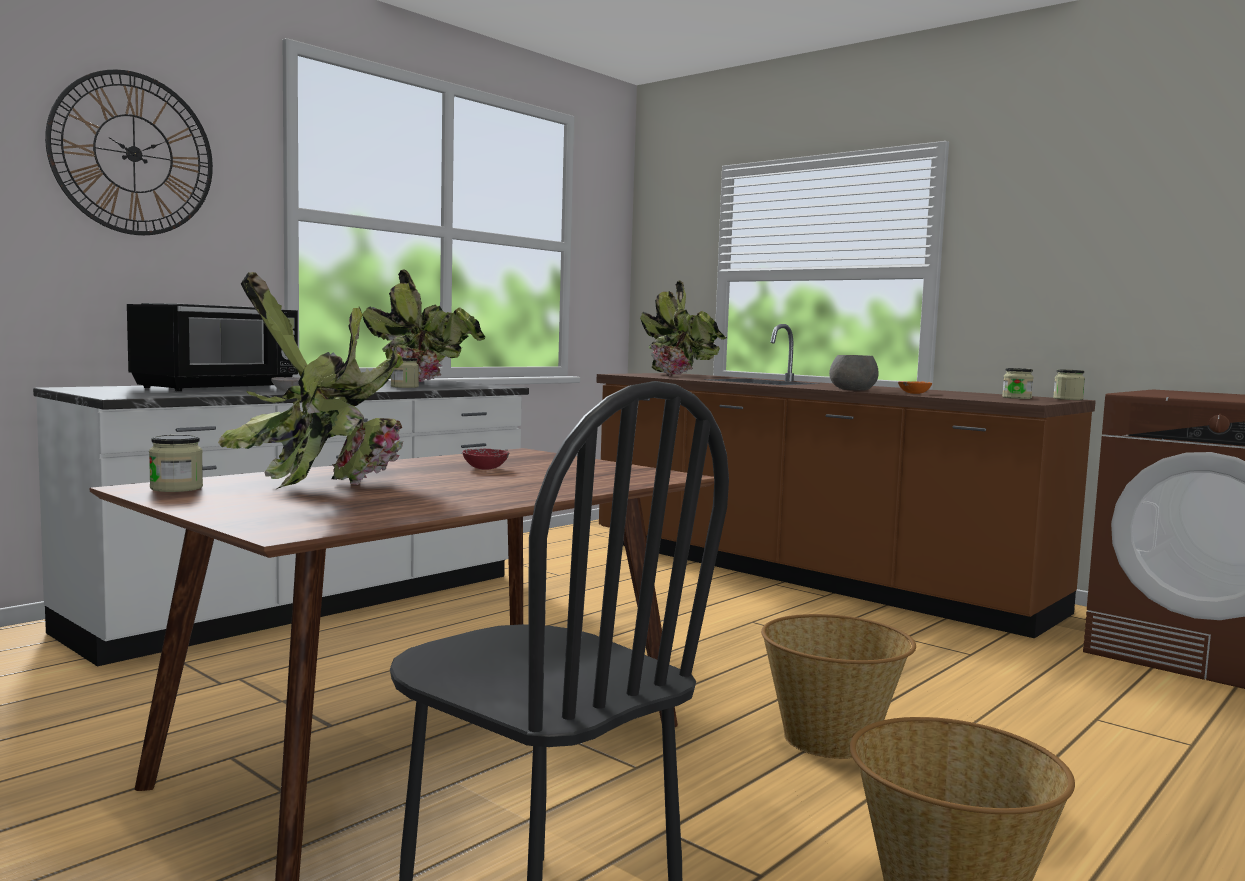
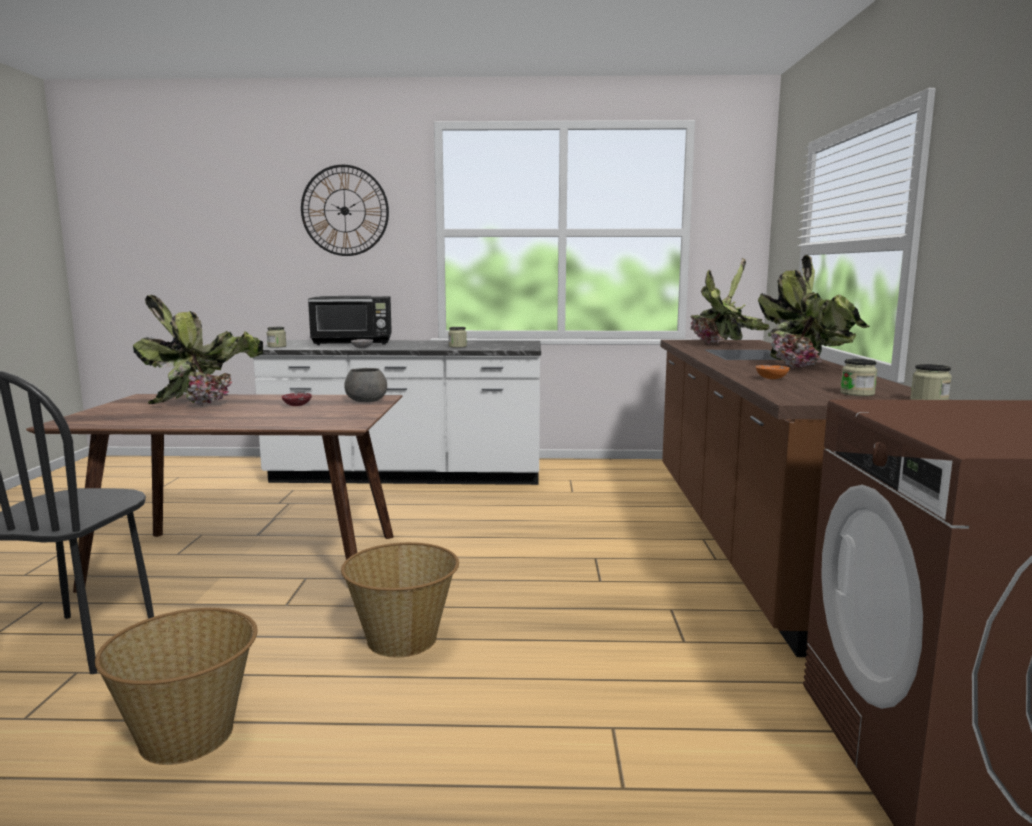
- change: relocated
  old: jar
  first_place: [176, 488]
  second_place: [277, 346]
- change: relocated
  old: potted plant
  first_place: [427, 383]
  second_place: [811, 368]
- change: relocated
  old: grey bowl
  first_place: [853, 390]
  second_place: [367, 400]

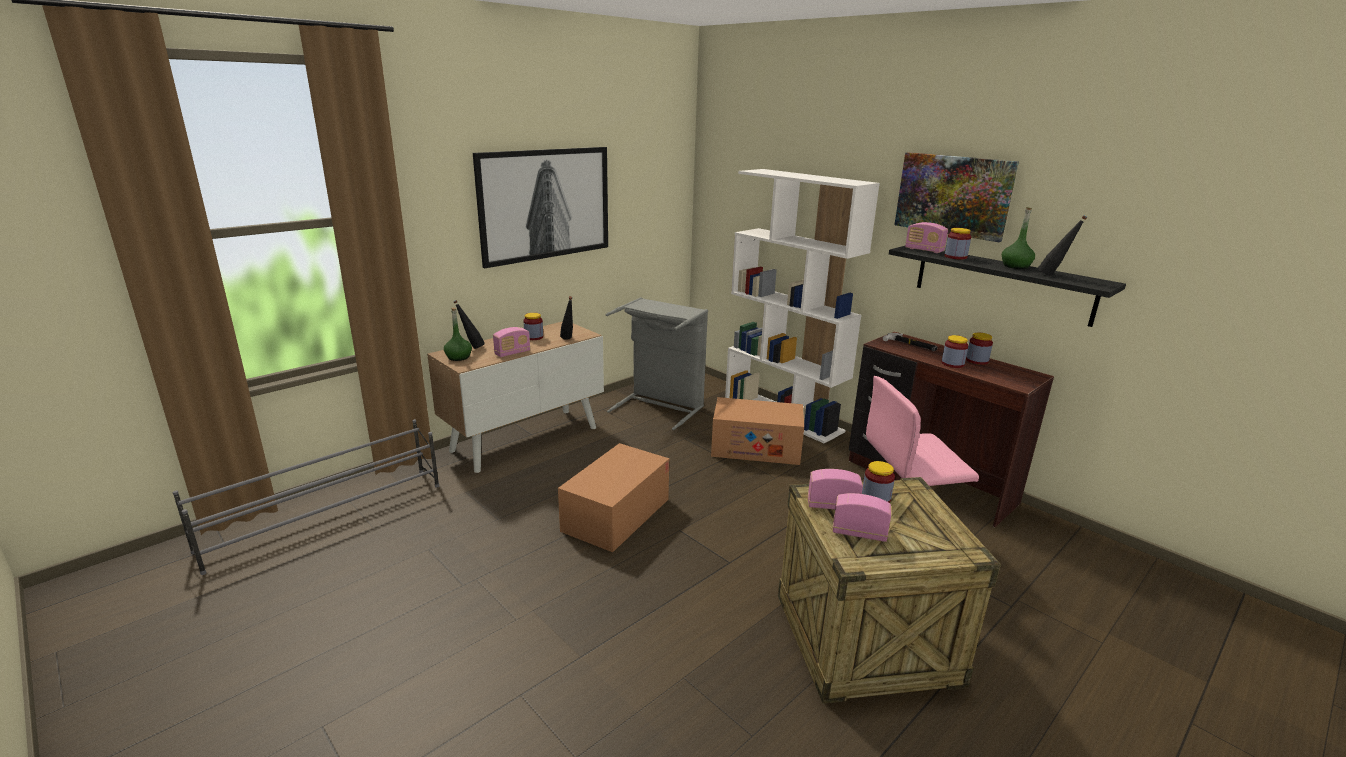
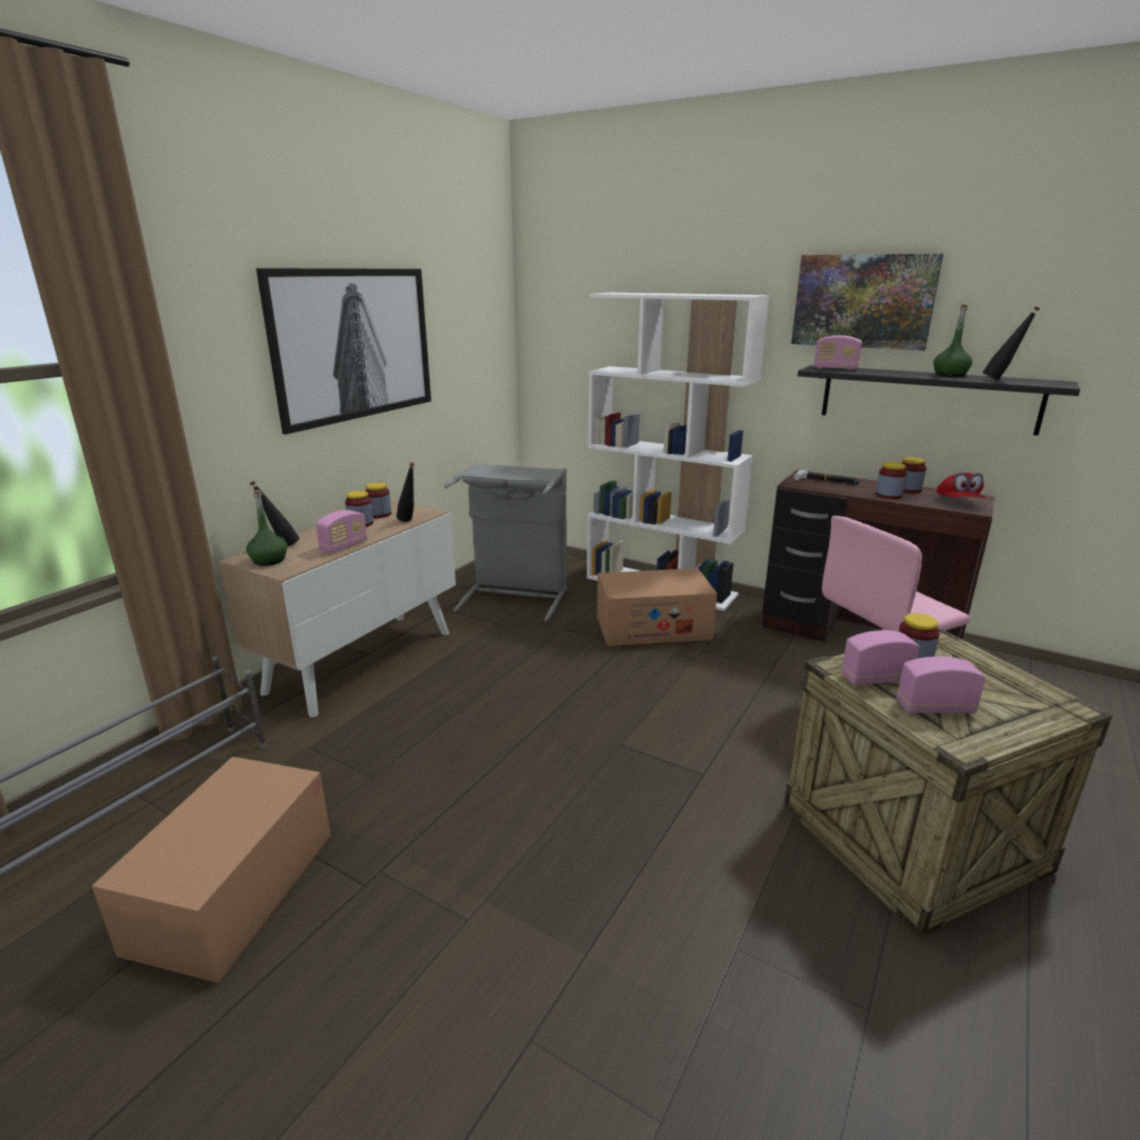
- change: appeared
  new: red cap
  second_place: [958, 502]
- change: relocated
  old: cardboard box
  first_place: [616, 514]
  second_place: [234, 890]
- change: relocated
  old: jar
  first_place: [955, 257]
  second_place: [379, 514]

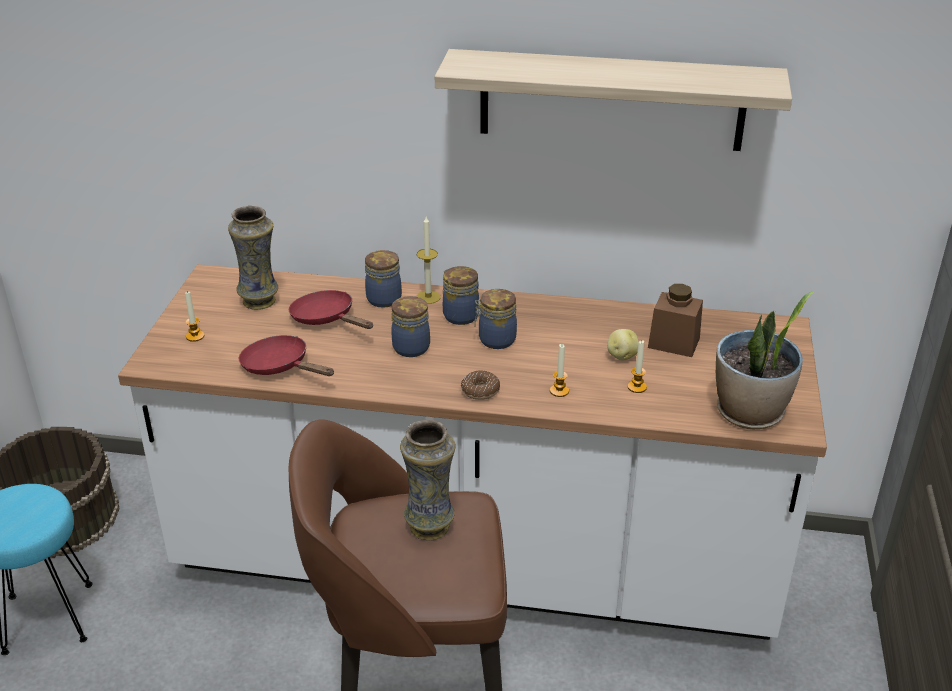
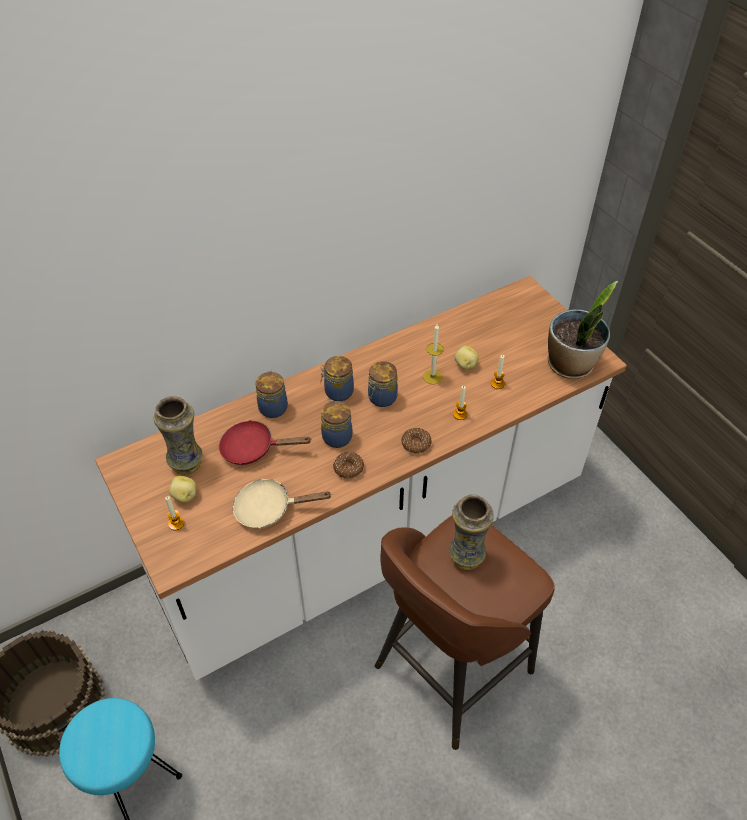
- change: missing
  old: shelf
  first_place: [611, 100]
- change: missing
  old: brown jar
  first_place: [673, 343]
- change: appeared
  new: potato
  second_place: [184, 496]
- change: appeared
  new: donut
  second_place: [348, 468]
- change: relocated
  old: candle
  first_place: [428, 297]
  second_place: [432, 377]
- change: colour
  old: red frying pan
  new: beige frying pan
  first_place: [280, 367]
  second_place: [269, 509]

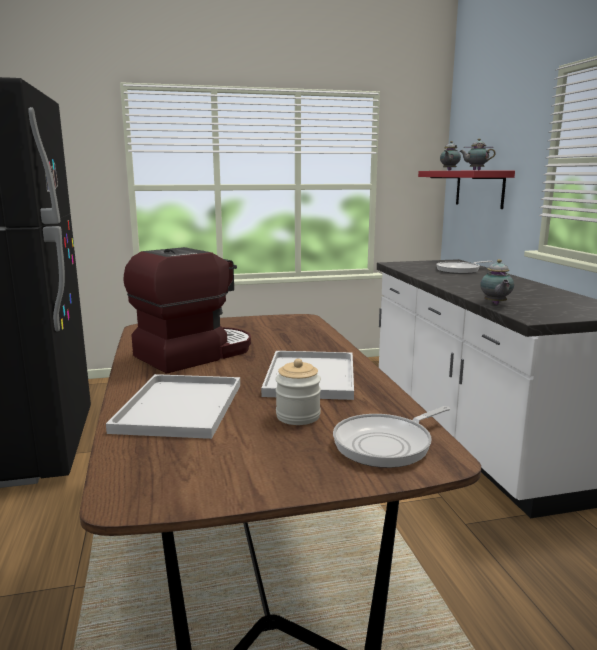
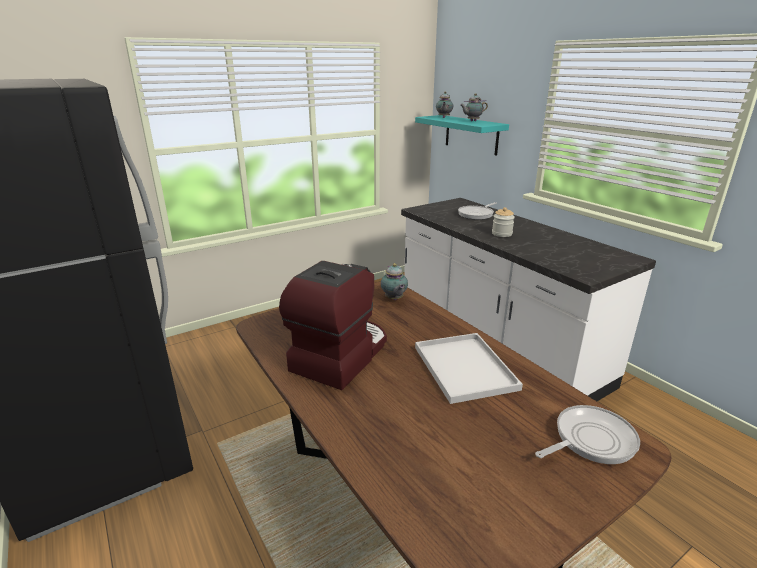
- change: missing
  old: white tray
  first_place: [179, 406]
- change: relocated
  old: jar
  first_place: [298, 416]
  second_place: [502, 234]
- change: relocated
  old: teapot
  first_place: [495, 304]
  second_place: [394, 299]
- change: colour
  old: red shelf
  new: turquoise shelf
  first_place: [479, 188]
  second_place: [471, 134]
- change: spun
  old: frying pan
  first_place: [387, 444]
  second_place: [590, 440]
  degrees: -150

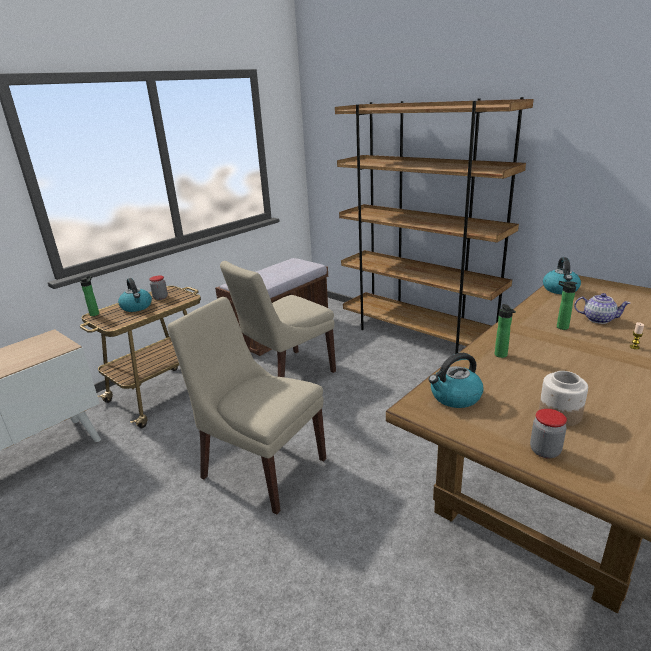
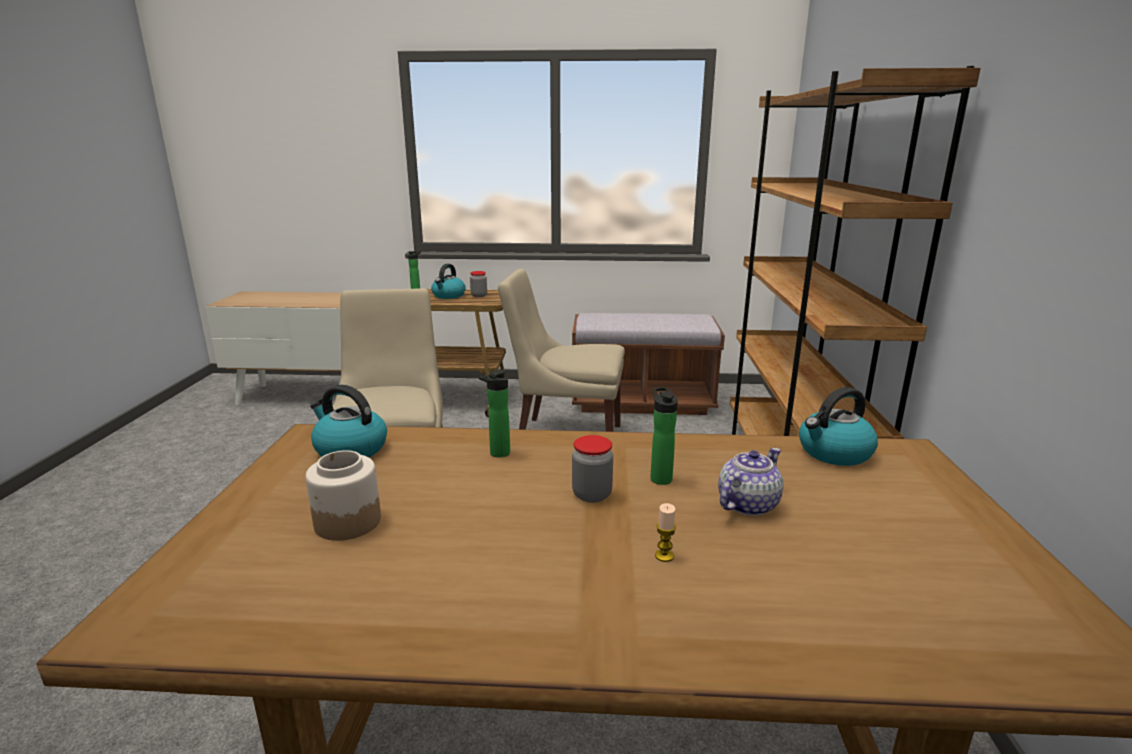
- change: relocated
  old: jar
  first_place: [545, 451]
  second_place: [592, 494]
- change: spun
  old: teapot
  first_place: [598, 319]
  second_place: [746, 504]
  degrees: -120

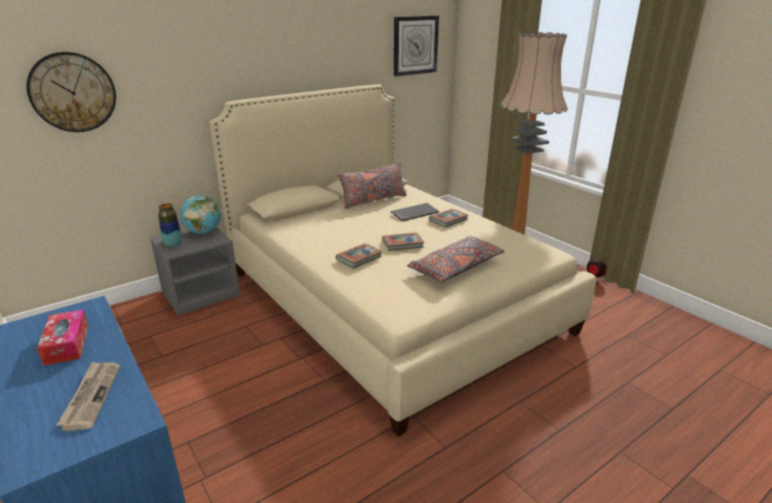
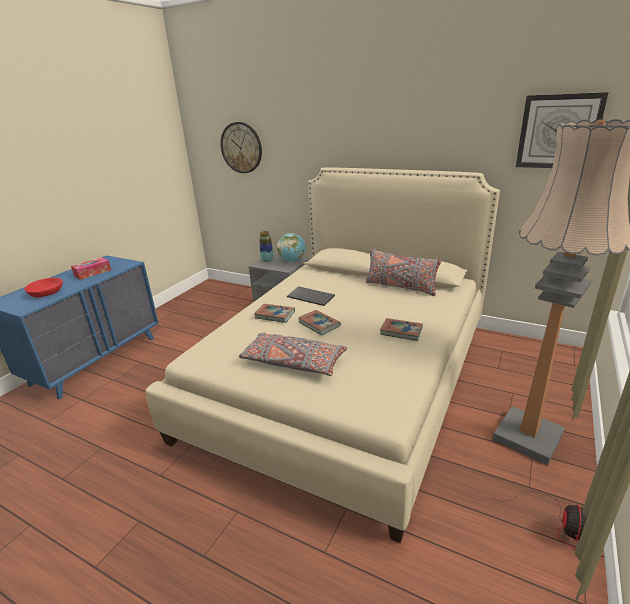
- change: relocated
  old: keyboard
  first_place: [415, 213]
  second_place: [311, 297]
- change: exchanged
  old: newspaper
  new: red bowl
  first_place: [91, 396]
  second_place: [47, 293]

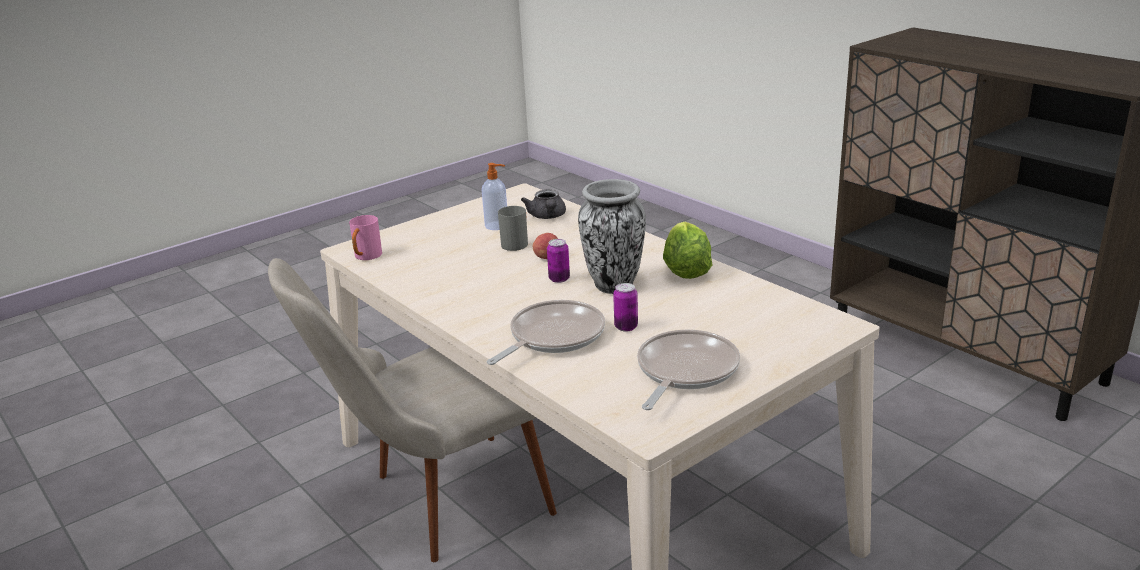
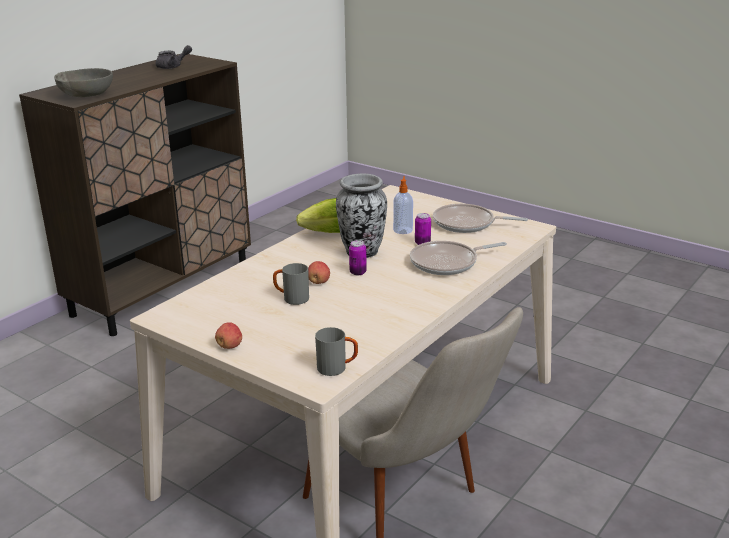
- change: appeared
  new: grey bowl
  second_place: [87, 95]
- change: appeared
  new: apple
  second_place: [230, 346]
- change: relocated
  old: soap dispenser
  first_place: [497, 226]
  second_place: [403, 230]
- change: relocated
  old: grey teapot
  first_place: [547, 217]
  second_place: [173, 67]
- change: colour
  old: pink mug
  new: grey mug
  first_place: [366, 257]
  second_place: [337, 368]
- change: spun
  old: frying pan
  first_place: [553, 337]
  second_place: [447, 263]
  degrees: -45

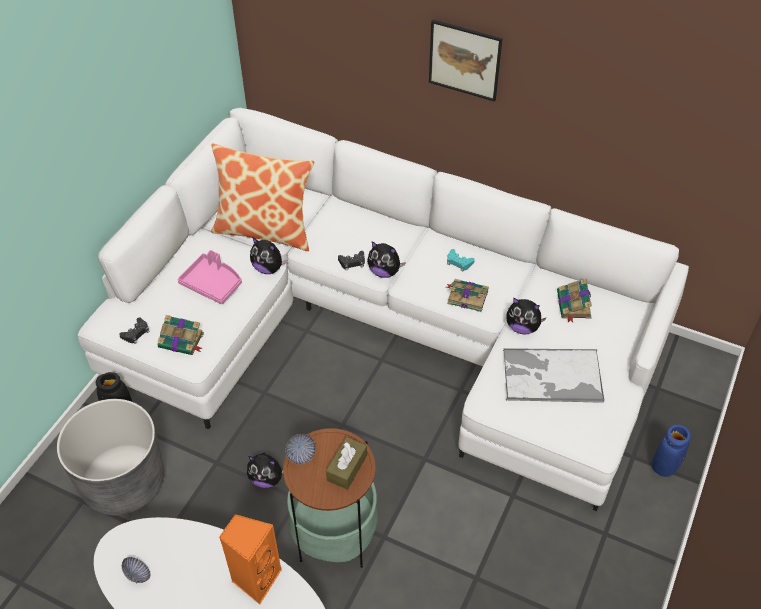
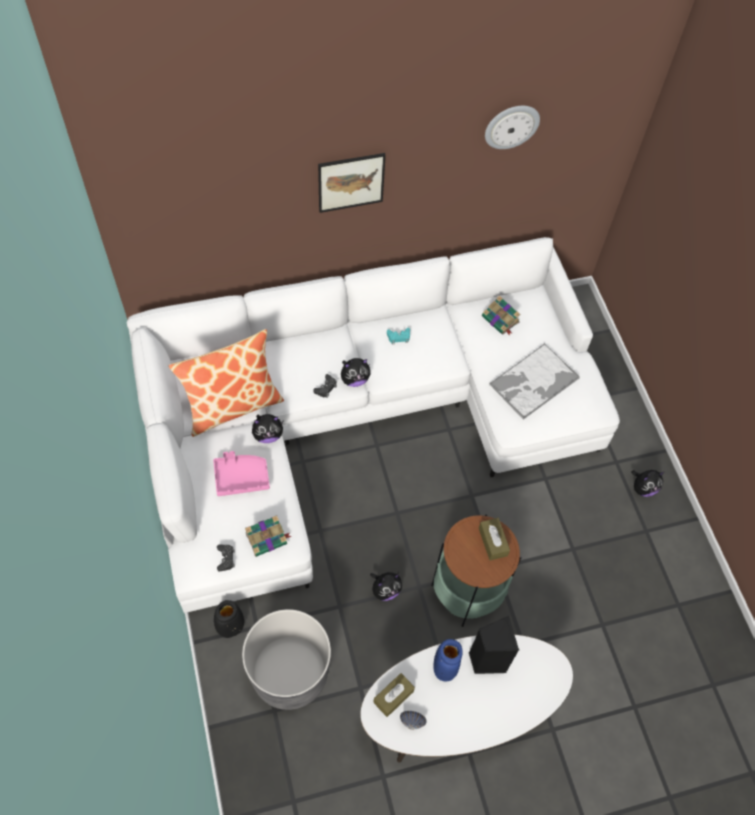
- change: missing
  old: bowl
  first_place: [301, 455]
- change: missing
  old: book
  first_place: [466, 297]
- change: appeared
  new: brown tissue box
  second_place: [393, 696]
- change: appeared
  new: wall clock
  second_place: [511, 126]
- change: relocated
  old: plush toy
  first_place: [522, 327]
  second_place: [643, 488]
- change: relocated
  old: blue vase
  first_place: [664, 466]
  second_place: [445, 668]
- change: colour
  old: orange speaker
  new: black speaker
  first_place: [255, 578]
  second_place: [486, 659]

